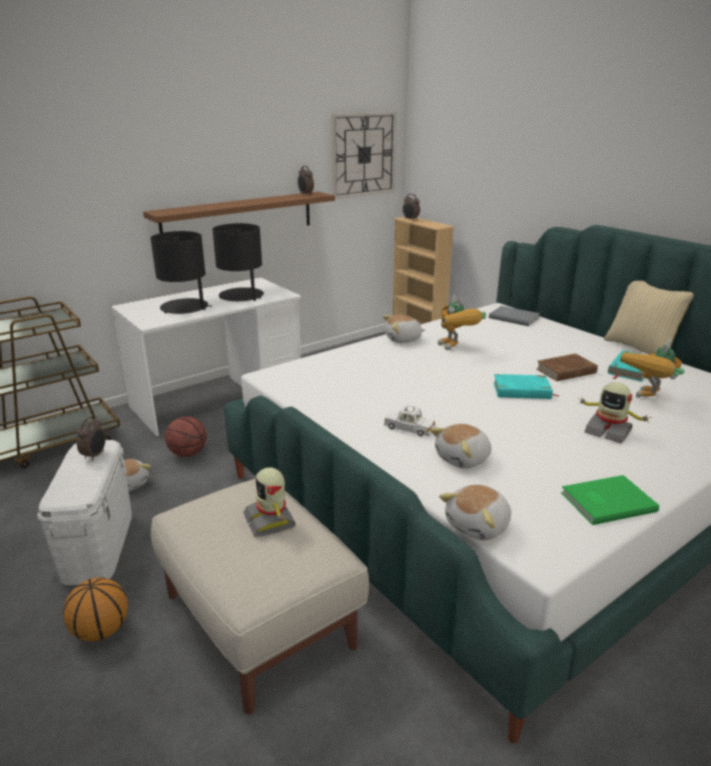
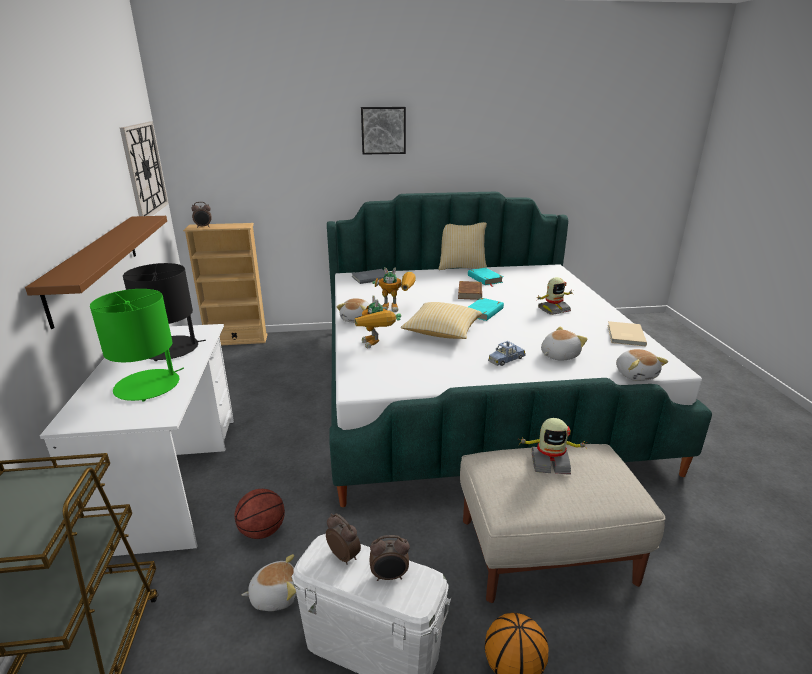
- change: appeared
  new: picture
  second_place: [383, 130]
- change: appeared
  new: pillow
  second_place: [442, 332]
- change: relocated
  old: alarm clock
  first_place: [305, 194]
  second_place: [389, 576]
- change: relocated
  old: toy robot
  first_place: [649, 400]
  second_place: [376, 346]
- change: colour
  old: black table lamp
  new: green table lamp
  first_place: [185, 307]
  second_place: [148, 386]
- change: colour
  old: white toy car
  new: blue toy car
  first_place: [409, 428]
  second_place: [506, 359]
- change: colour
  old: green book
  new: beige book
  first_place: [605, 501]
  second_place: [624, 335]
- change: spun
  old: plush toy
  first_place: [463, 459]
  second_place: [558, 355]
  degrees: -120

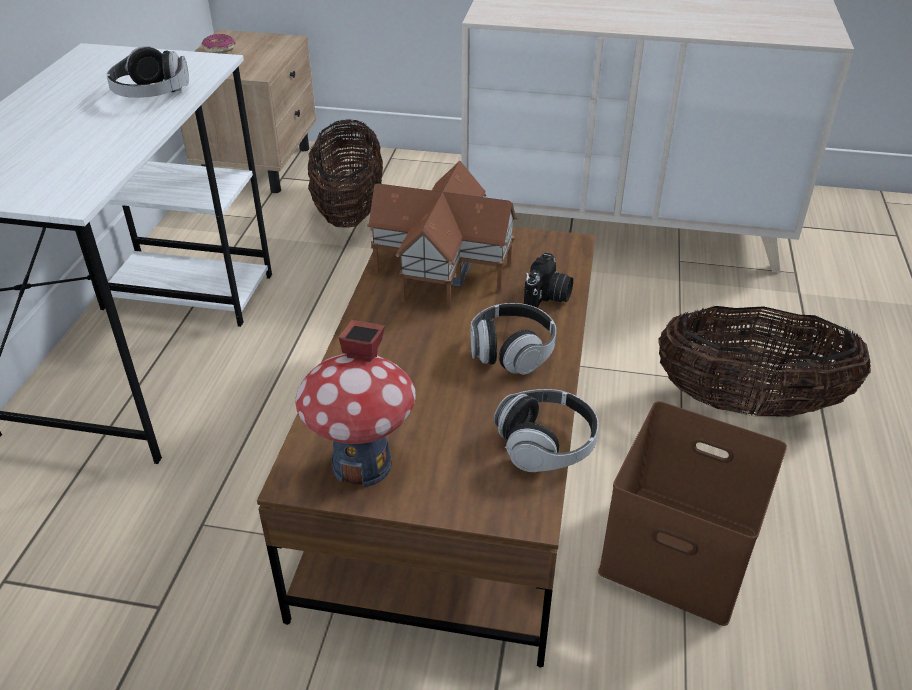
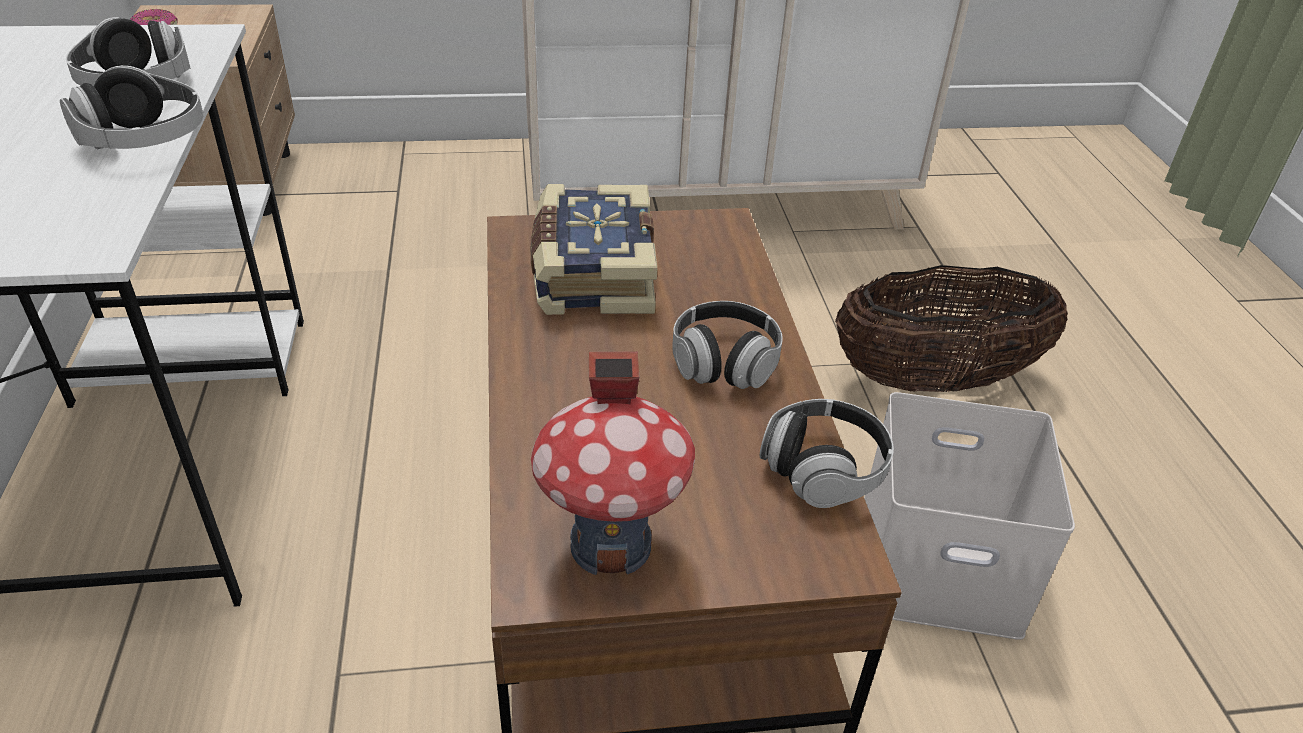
- change: missing
  old: basket
  first_place: [349, 210]
- change: missing
  old: photo camera
  first_place: [547, 298]
- change: appeared
  new: headphones
  second_place: [144, 141]
- change: exchanged
  old: toy house
  new: book
  first_place: [445, 268]
  second_place: [591, 272]
- change: colour
  old: brown storage box
  new: white storage box
  first_place: [675, 553]
  second_place: [934, 567]

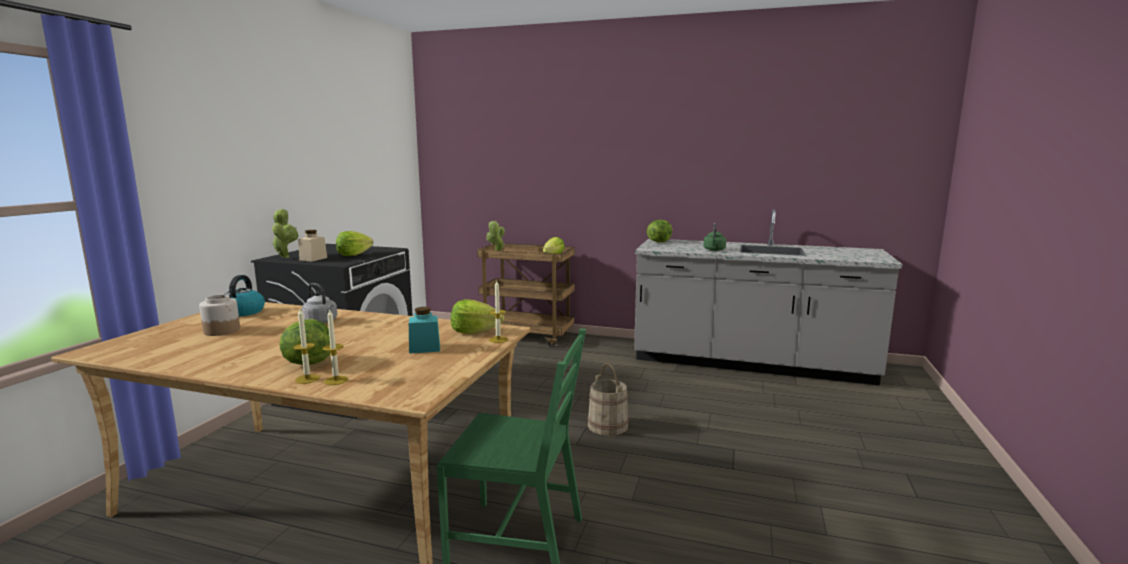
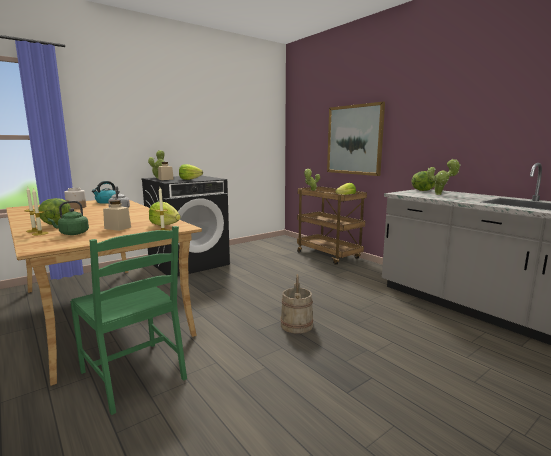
- change: appeared
  new: picture
  second_place: [354, 140]
- change: appeared
  new: potted plant
  second_place: [440, 194]
- change: relocated
  old: green kettle
  first_place: [714, 250]
  second_place: [72, 234]
- change: colour
  old: turquoise jar
  new: beige jar
  first_place: [424, 348]
  second_place: [117, 228]

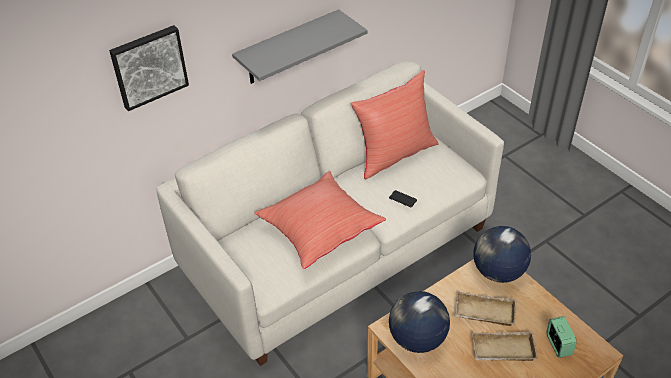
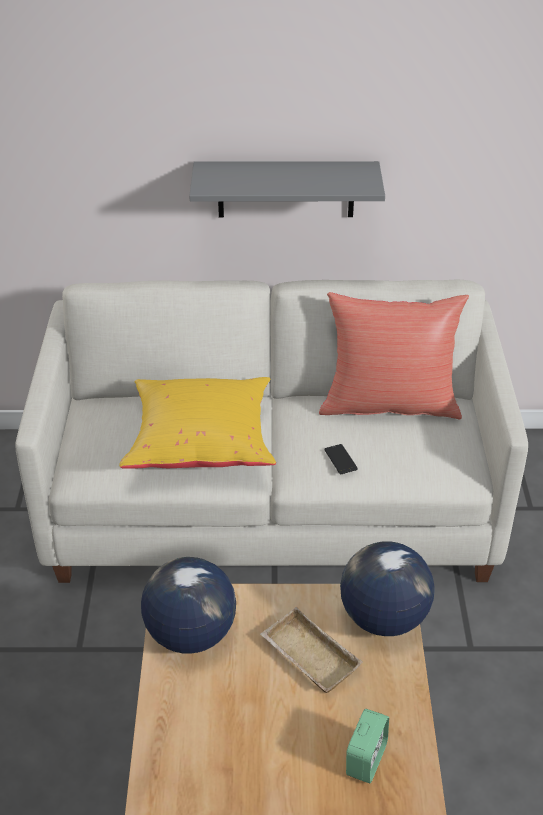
- change: missing
  old: picture
  first_place: [149, 66]
- change: missing
  old: beige tray
  first_place: [502, 351]
- change: colour
  old: red pillow
  new: yellow pillow
  first_place: [319, 230]
  second_place: [201, 443]

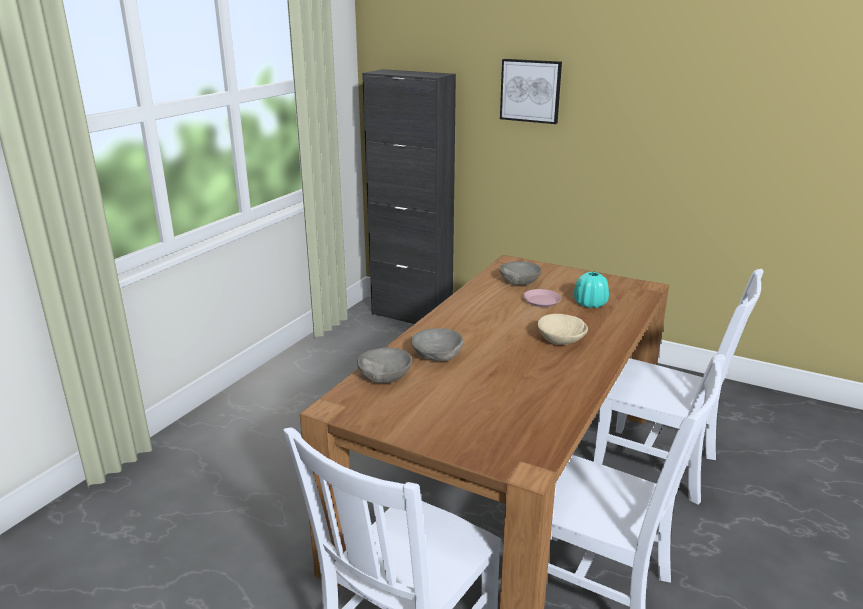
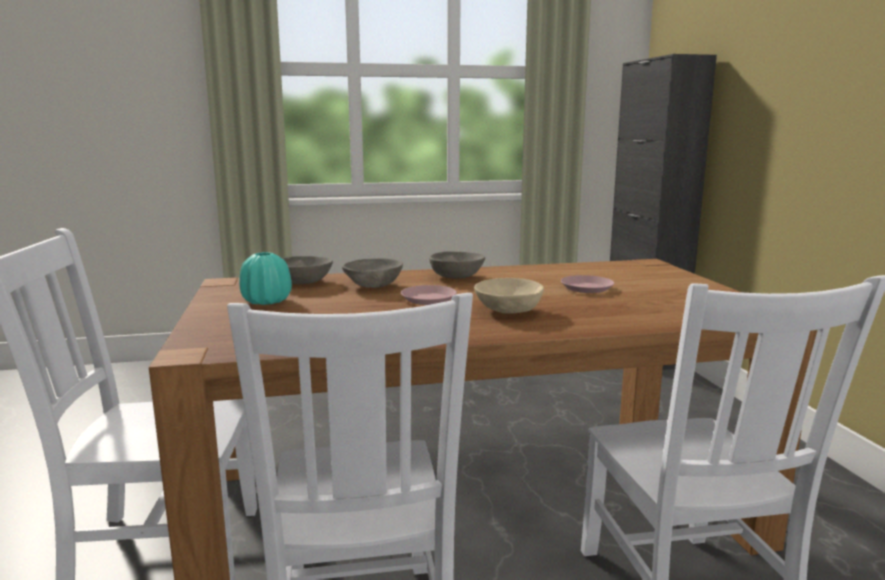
- change: missing
  old: picture
  first_place: [530, 91]
- change: appeared
  new: pink plate
  second_place: [428, 299]
- change: relocated
  old: grey bowl
  first_place: [520, 282]
  second_place: [456, 277]
- change: relocated
  old: turquoise vase
  first_place: [590, 304]
  second_place: [266, 301]

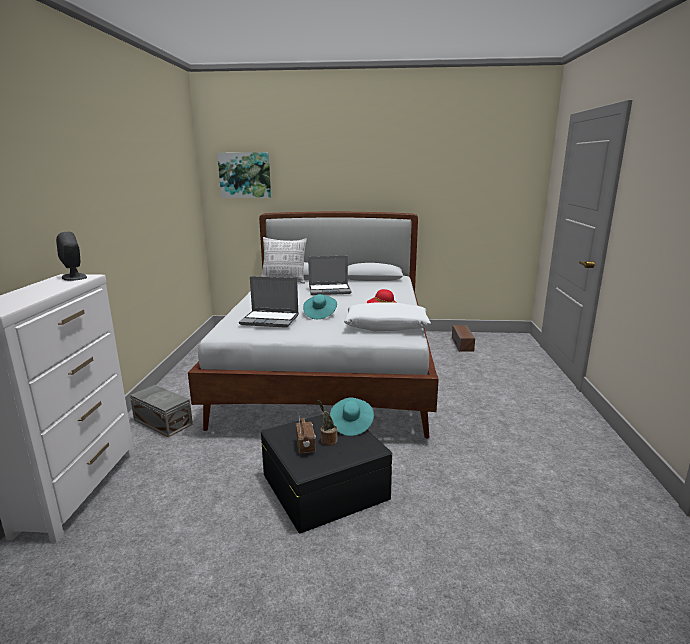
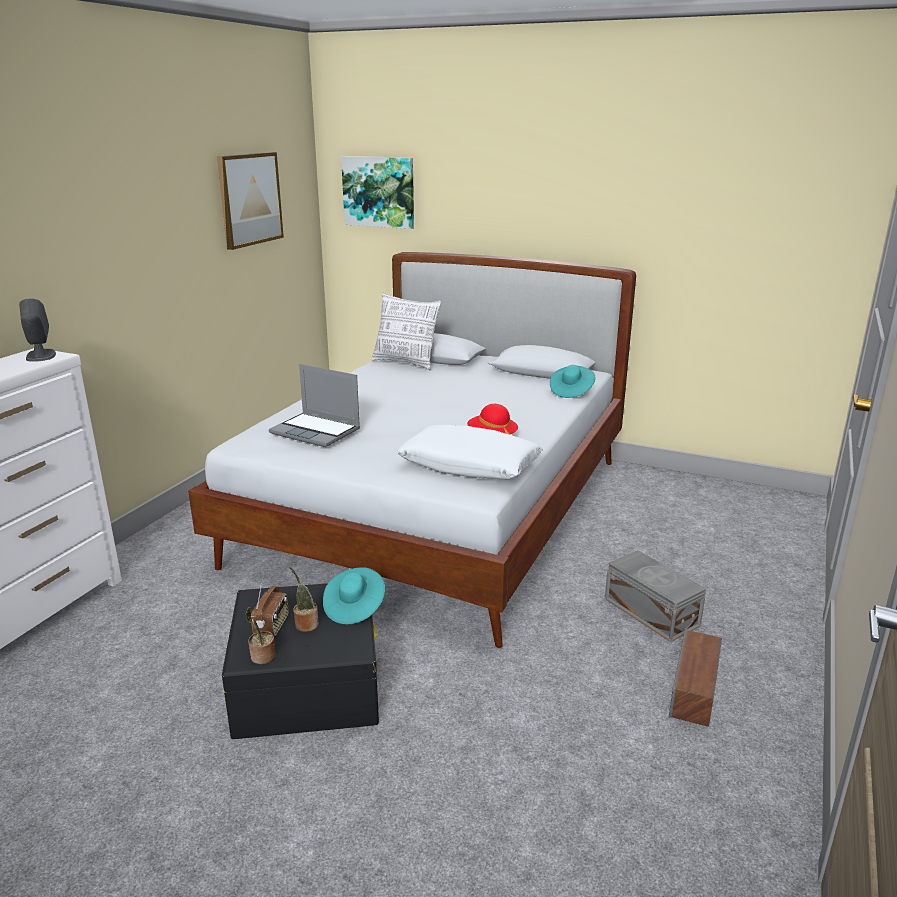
- change: missing
  old: laptop
  first_place: [330, 290]
- change: appeared
  new: picture
  second_place: [249, 199]
- change: appeared
  new: potted plant
  second_place: [262, 657]
- change: relocated
  old: grey storage box
  first_place: [163, 421]
  second_place: [651, 611]
- change: relocated
  old: turquoise hat
  first_place: [320, 314]
  second_place: [571, 391]
- change: relocated
  old: speaker
  first_place: [462, 344]
  second_place: [694, 689]

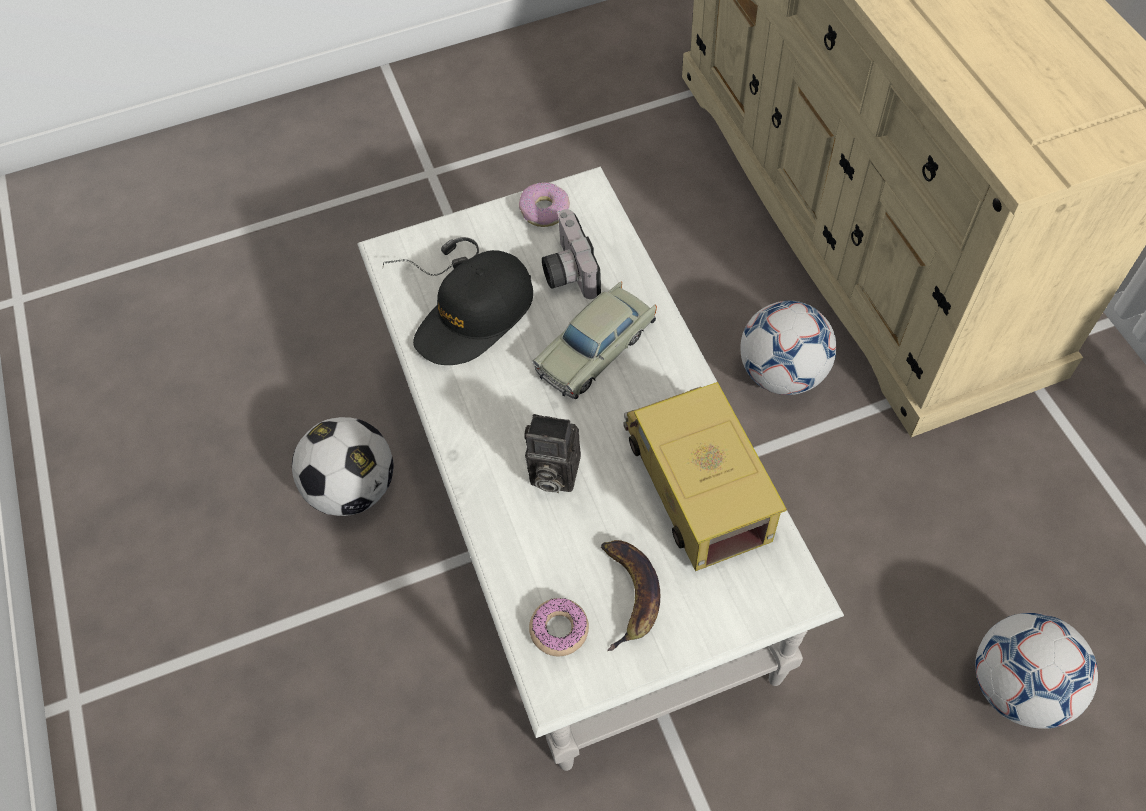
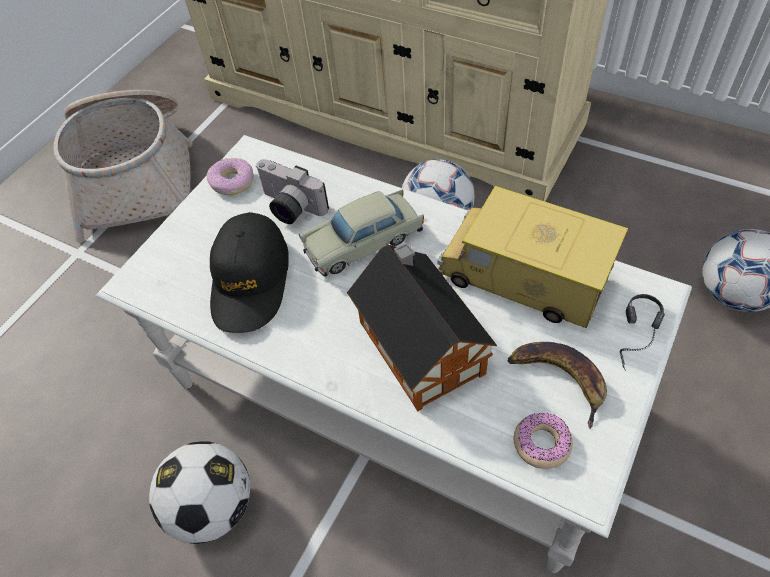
- change: appeared
  new: basket
  second_place: [139, 176]
- change: relocated
  old: headphones
  first_place: [435, 268]
  second_place: [639, 341]
- change: exchanged
  old: photo camera
  new: toy house
  first_place: [551, 473]
  second_place: [419, 342]
- change: spun
  old: beige toy car
  first_place: [596, 349]
  second_place: [363, 242]
  degrees: 60

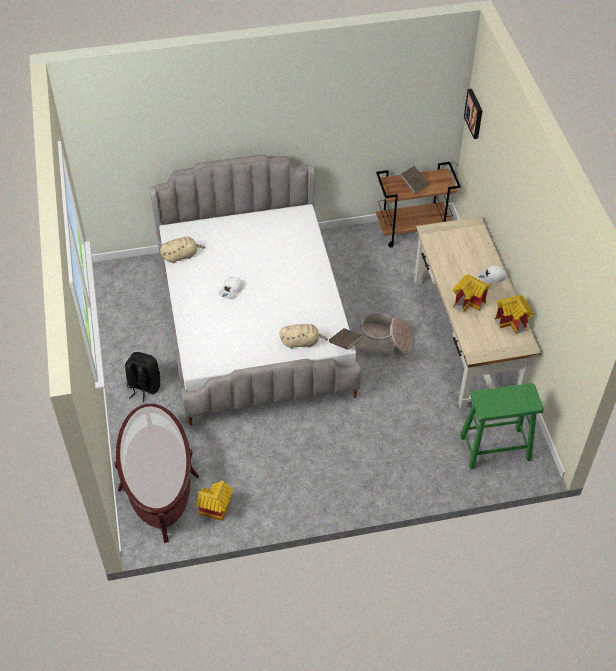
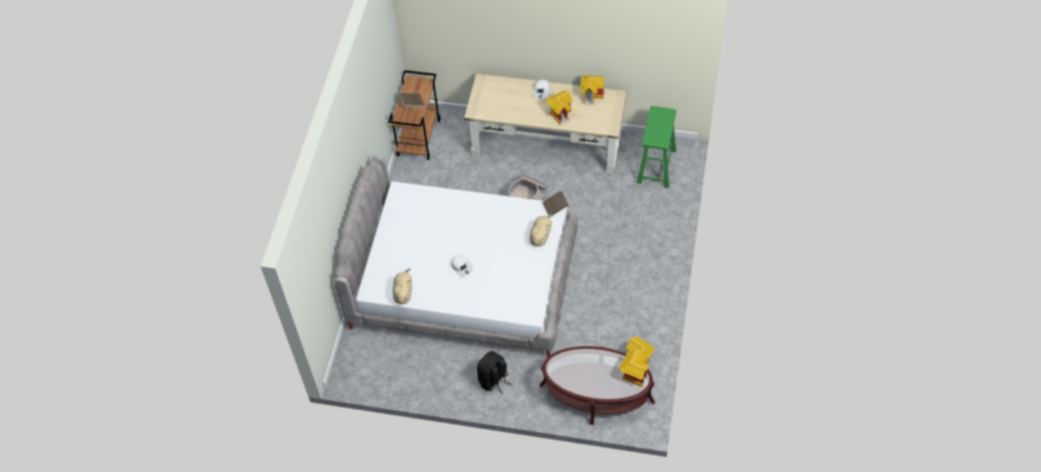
- change: missing
  old: picture
  first_place: [475, 113]
- change: appeared
  new: toy house
  second_place: [633, 374]

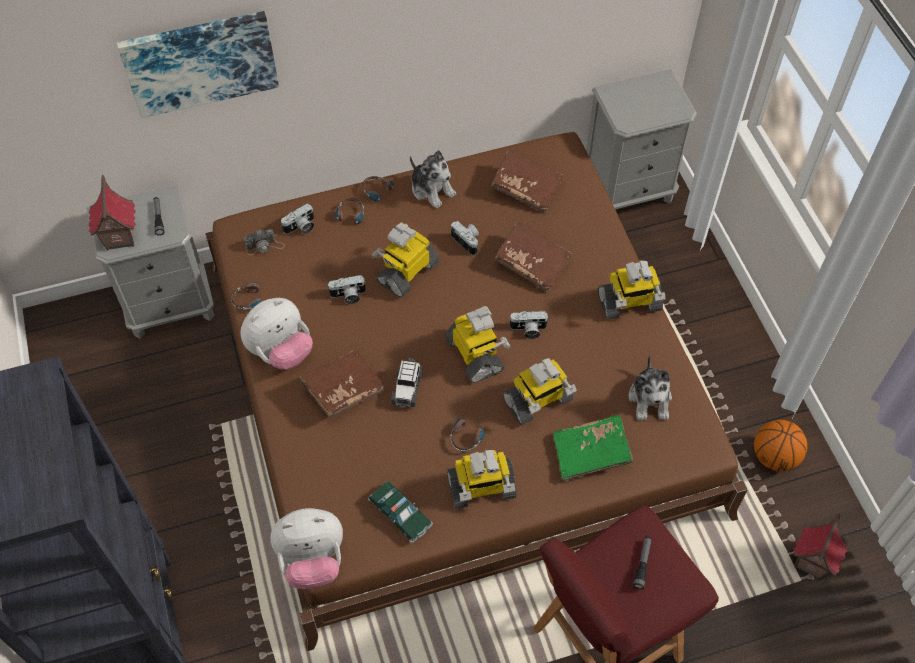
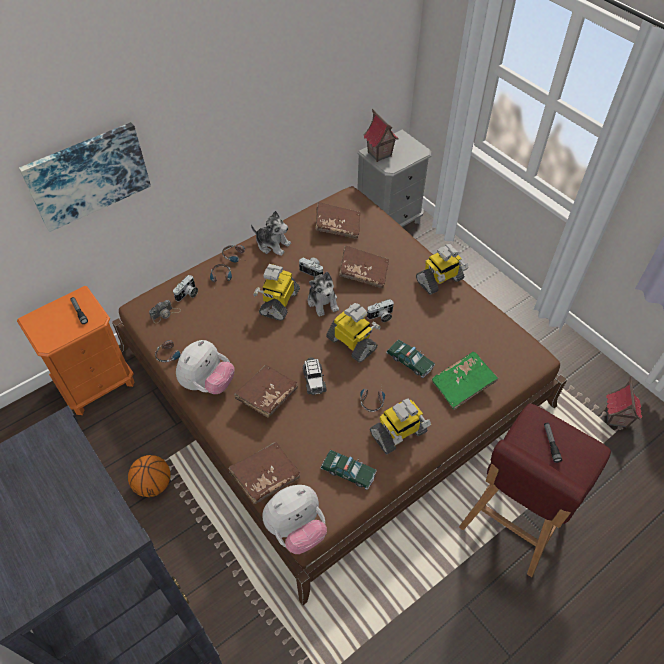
- change: missing
  old: photo camera
  first_place: [348, 296]
- change: appeared
  new: brown book
  second_place: [265, 477]
- change: relocated
  old: toy house
  first_place: [119, 238]
  second_place: [379, 154]
- change: relocated
  old: plush toy
  first_place: [650, 399]
  second_place: [323, 301]
- change: relocated
  old: basketball
  first_place: [774, 457]
  second_place: [153, 485]
- change: exchanged
  old: toy robot
  new: toy car
  first_place: [537, 401]
  second_place: [410, 361]
- change: colour
  old: grey nightstand
  new: orange nightstand
  first_place: [170, 304]
  second_place: [97, 384]

